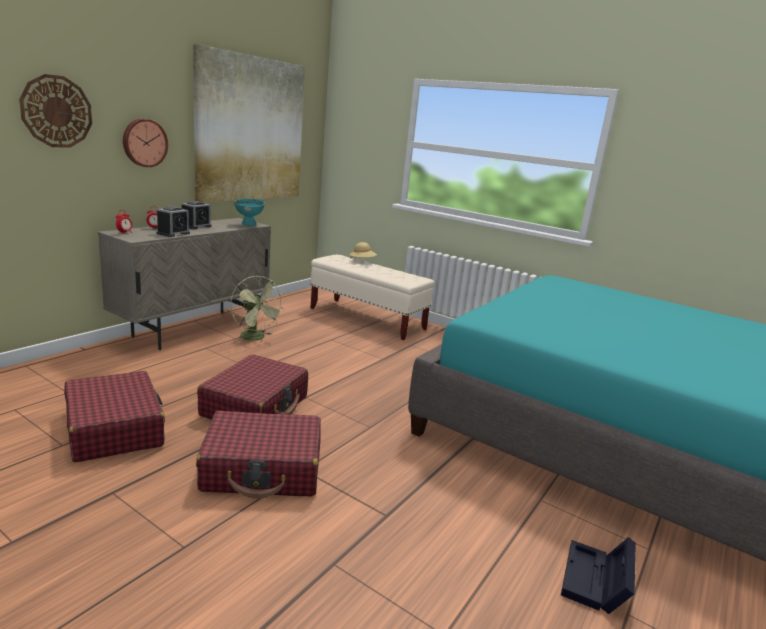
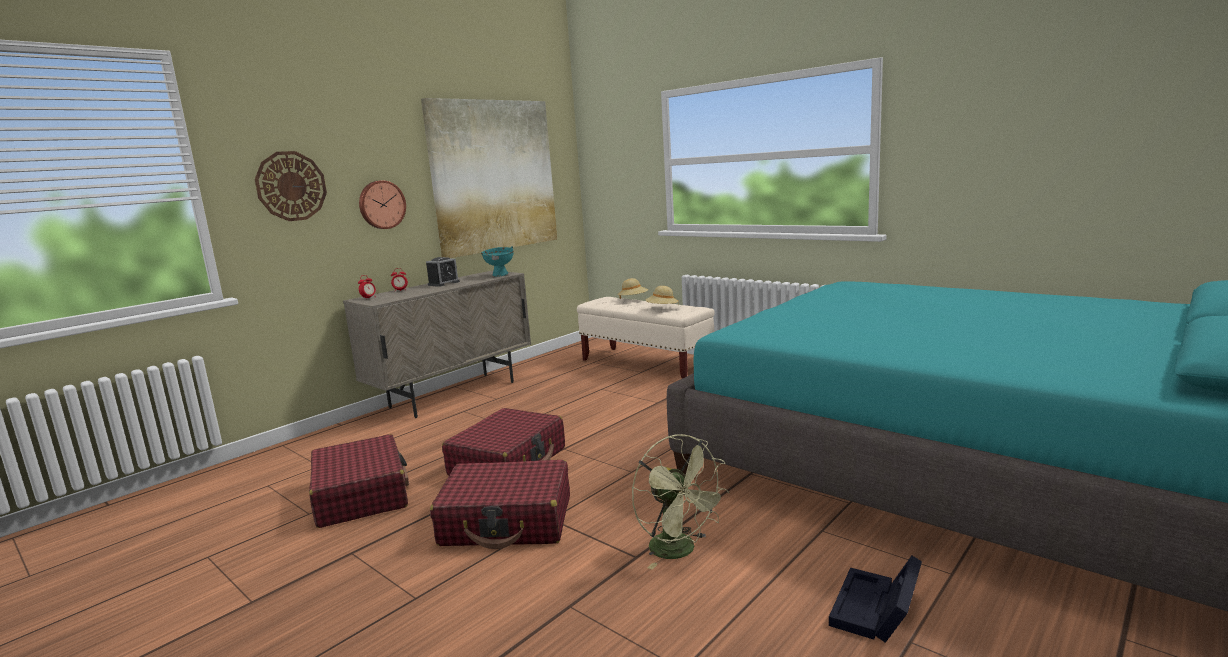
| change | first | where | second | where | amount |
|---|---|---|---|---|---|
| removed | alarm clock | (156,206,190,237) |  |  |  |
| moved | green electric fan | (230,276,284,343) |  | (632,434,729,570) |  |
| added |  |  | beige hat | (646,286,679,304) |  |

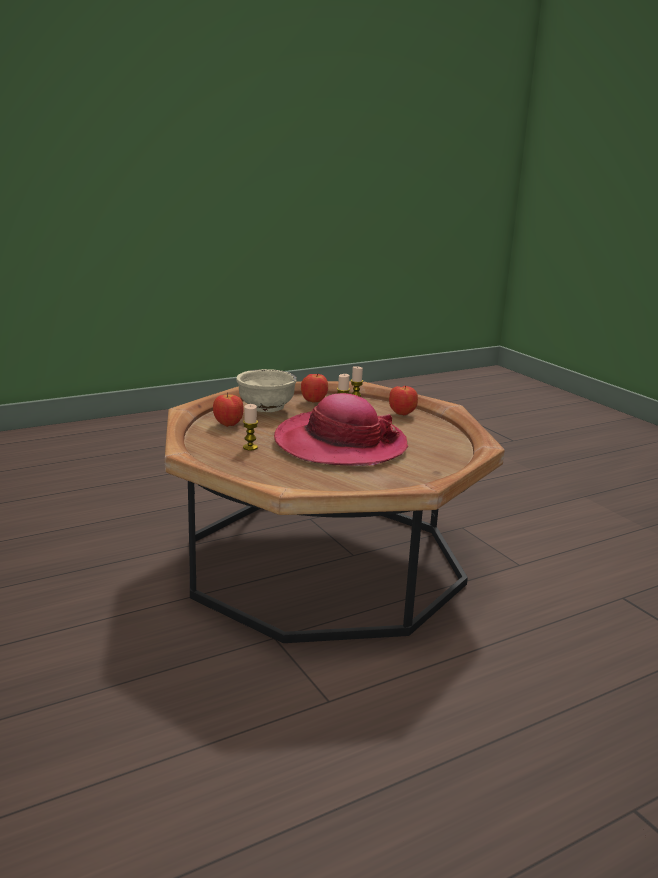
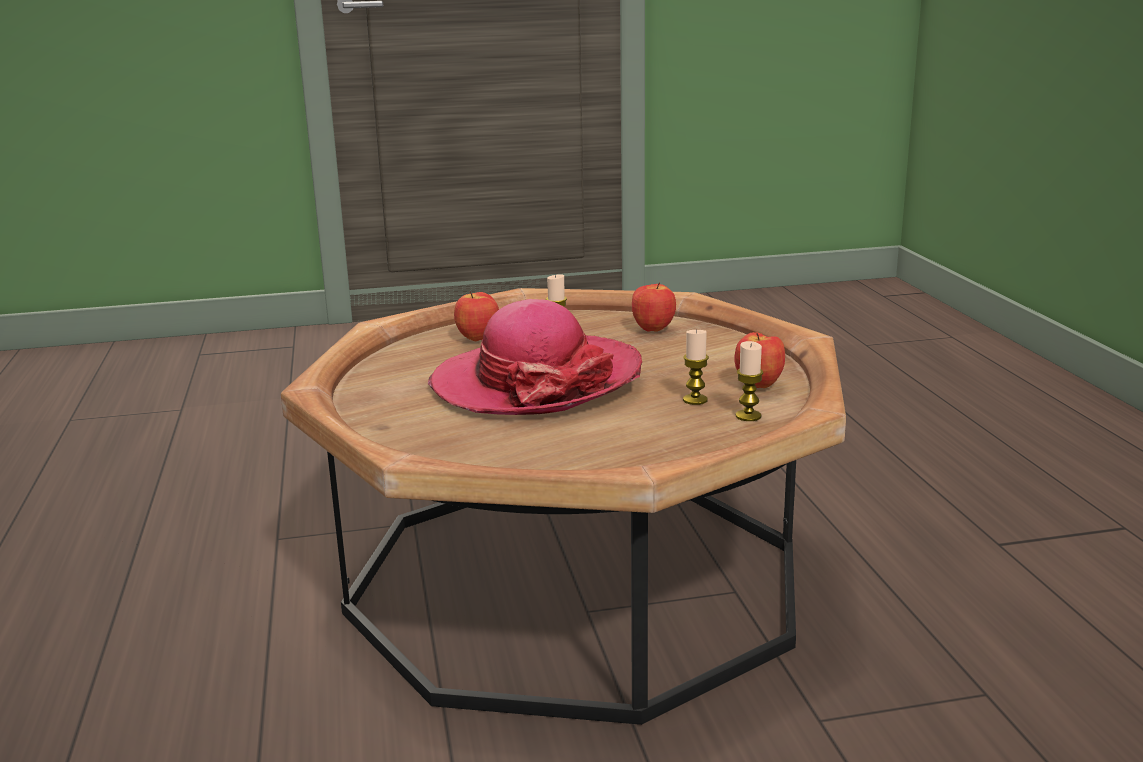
| change | first | where | second | where | amount |
|---|---|---|---|---|---|
| removed | beige bowl | (236,369,297,412) |  |  |  |
| moved | apple fruit | (389,386,418,415) |  | (454,291,499,341) |  |

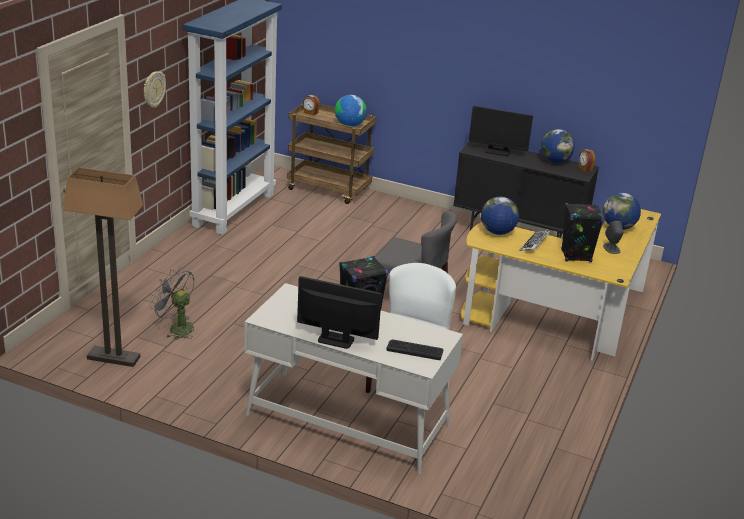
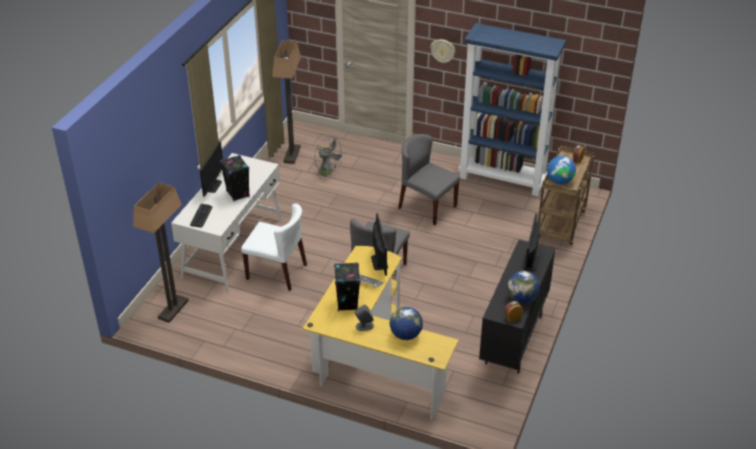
| change | first | where | second | where | amount |
|---|---|---|---|---|---|
| replaced | globe | (481,196,519,235) | computer display | (371,213,388,276) |  |
| turned | greyish electric fan | (150,267,194,340) |  | (314,137,343,179) | 105 degrees clockwise |
| added |  |  | greyish upright chair | (398,134,460,225) |  |
| added |  |  | standard lamp | (133,182,189,323) |  |

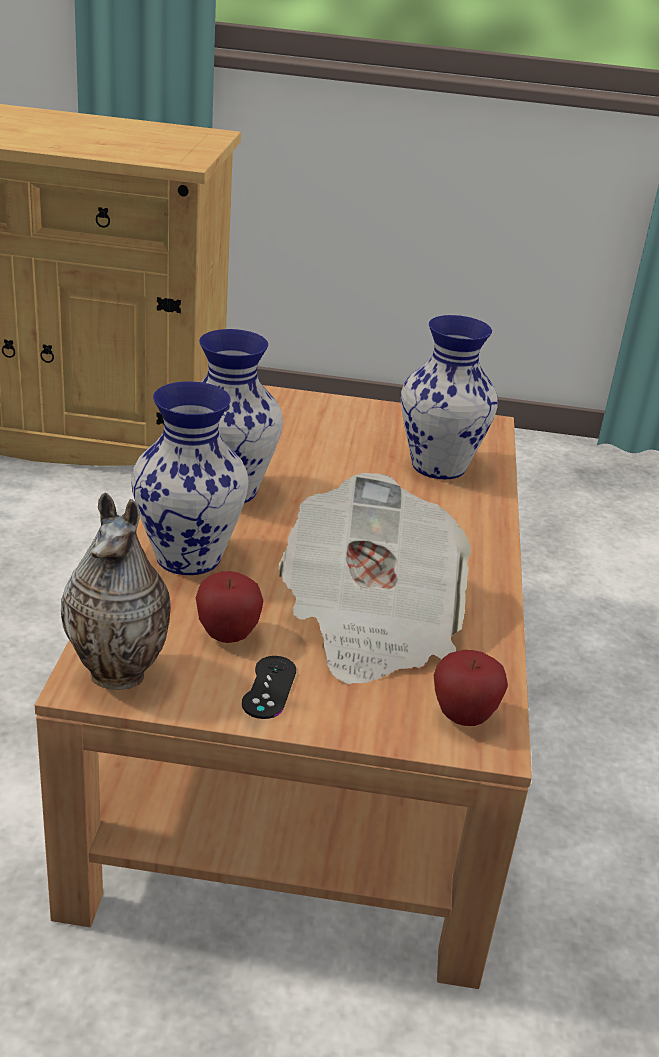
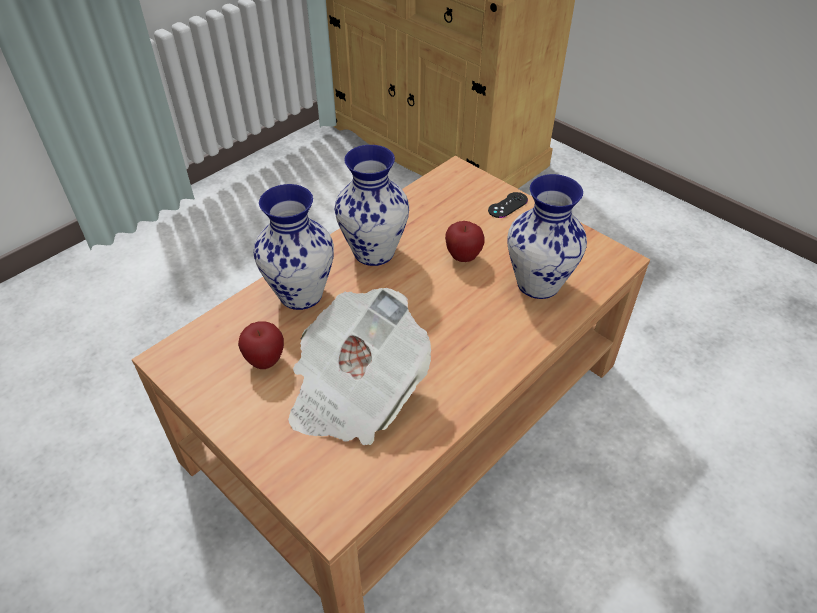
| change | first | where | second | where | amount |
|---|---|---|---|---|---|
| removed | vase | (61,493,171,690) |  |  |  |
| moved | apple fruit | (434,650,508,726) |  | (445,221,485,262) |  |
| moved | black-coloured game controller | (242,656,297,719) |  | (488,192,528,218) |  |

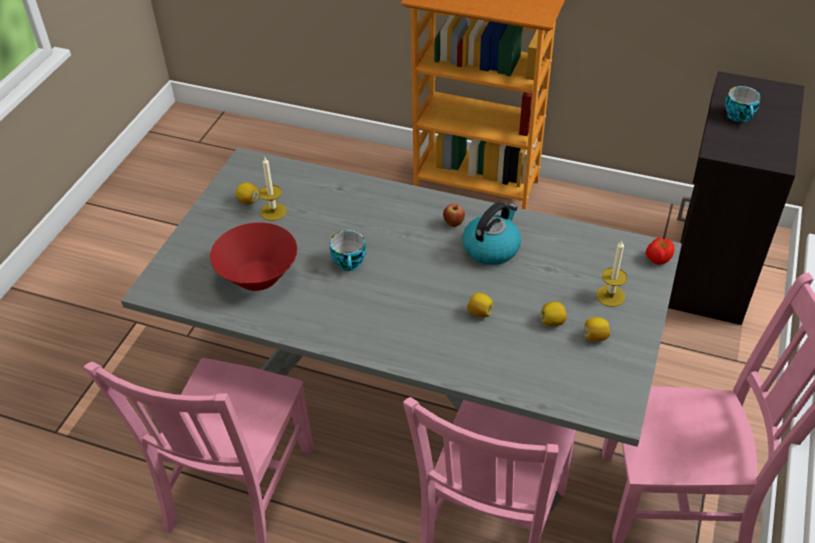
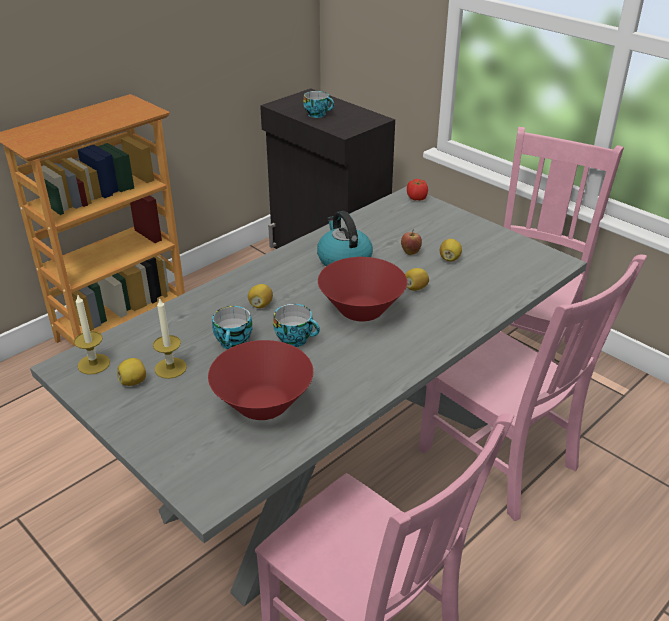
| change | first | where | second | where | amount |
|---|---|---|---|---|---|
| moved | apple fruit | (443,203,465,227) |  | (401,229,422,255) |  |
| moved | wax candle | (596,240,627,307) |  | (74,295,110,375) |  |
| moved | citrus fruit | (585,317,610,342) |  | (248,284,273,308) |  |
| added |  |  | red bowl | (318,257,407,322) |  |
| added |  |  | drinking cup | (212,306,252,349) |  |

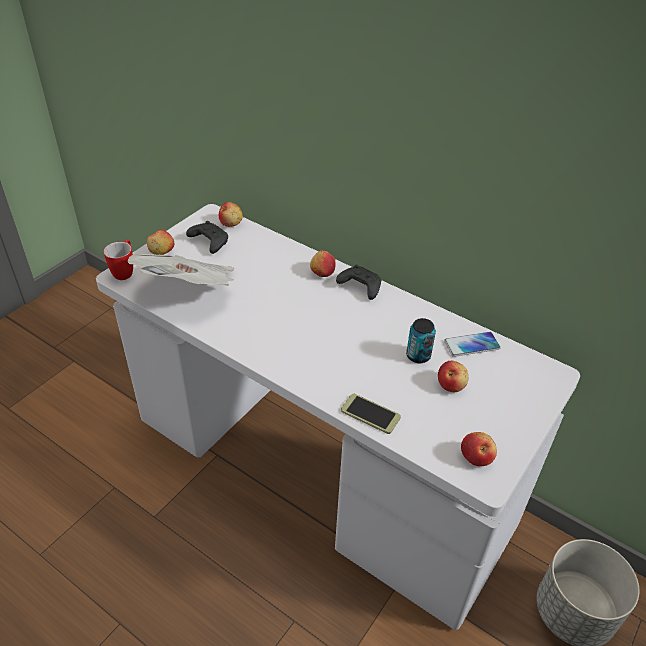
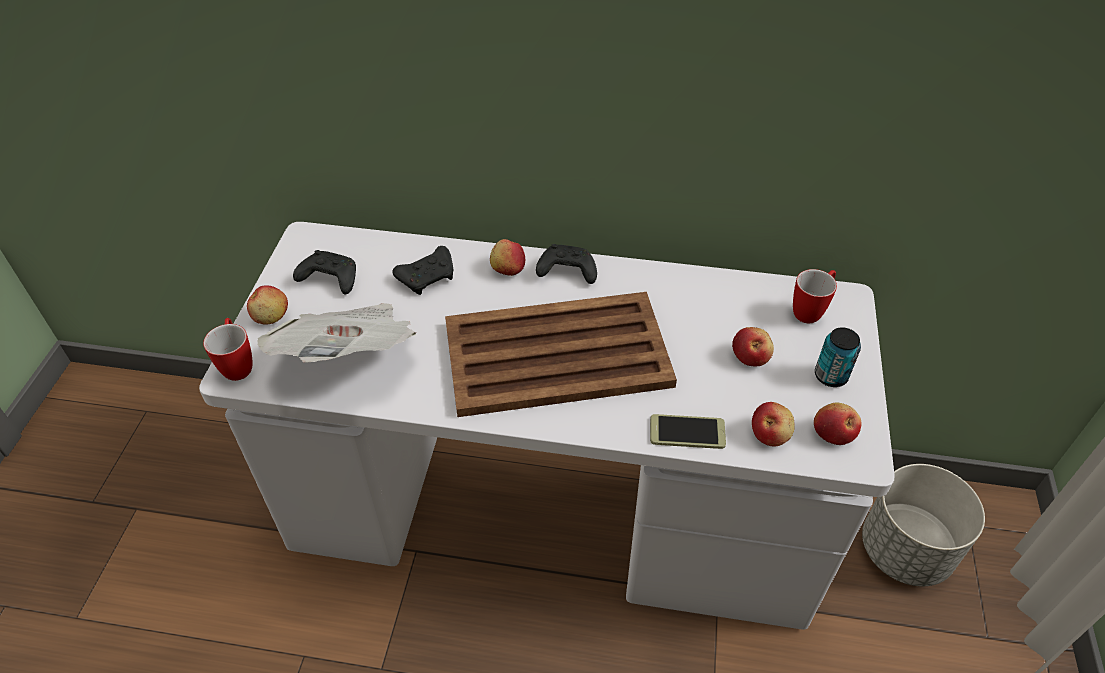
| change | first | where | second | where | amount |
|---|---|---|---|---|---|
| moved | apple fruit | (219,202,243,227) |  | (752,402,795,446) |  |
| moved | metal can | (406,318,436,363) |  | (815,327,861,387) |  |
| removed | handset | (444,332,501,357) |  |  |  |
| added |  |  | black-coloured game controller | (392,246,453,295) |  |
| added |  |  | coffee mug | (793,269,837,323) |  |
| added |  |  | brown tray | (445,292,677,417) |  |

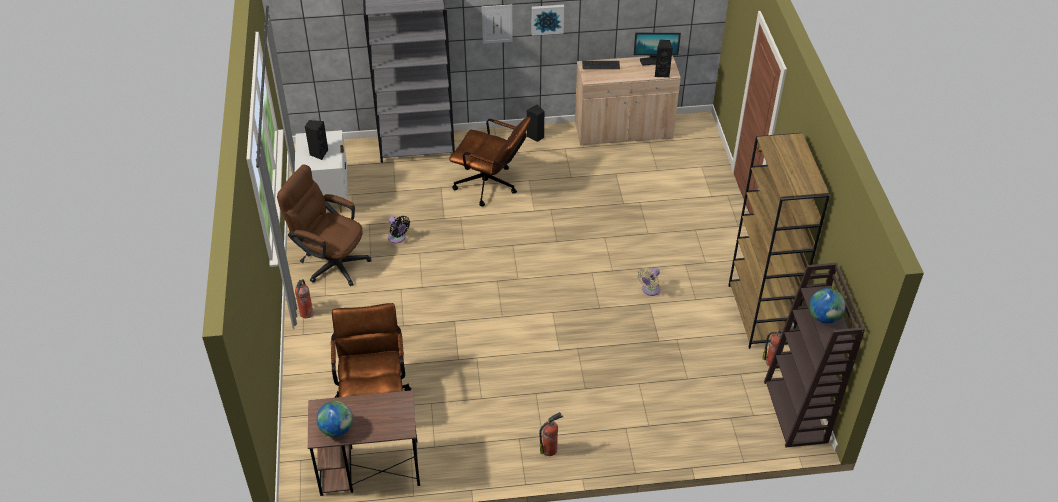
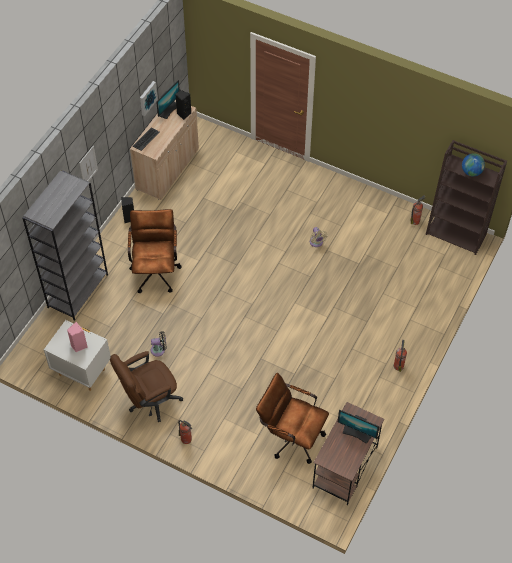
| change | first | where | second | where | amount |
|---|---|---|---|---|---|
| moved | wall picture | (532,4,564,36) |  | (140,81,158,116) |  |
| turned | brown office chair | (449,117,531,206) |  | (128,209,182,293) | 60 degrees counterclockwise |
| recoloured | black-coloured speaker | (305,120,328,160) | pink-coloured speaker | (67,322,88,352) |  |
| removed | brown bookshelf | (728,133,830,349) |  |  |  |
| removed | globe | (317,401,353,437) |  |  |  |
| added |  |  | computer display | (338,410,379,444) |  |

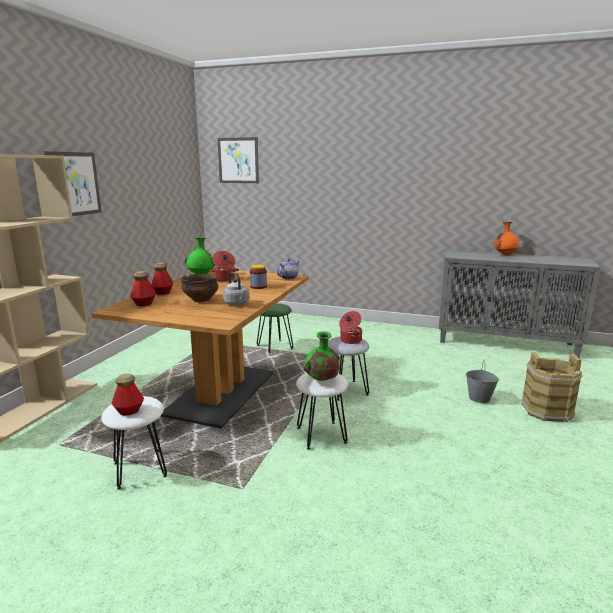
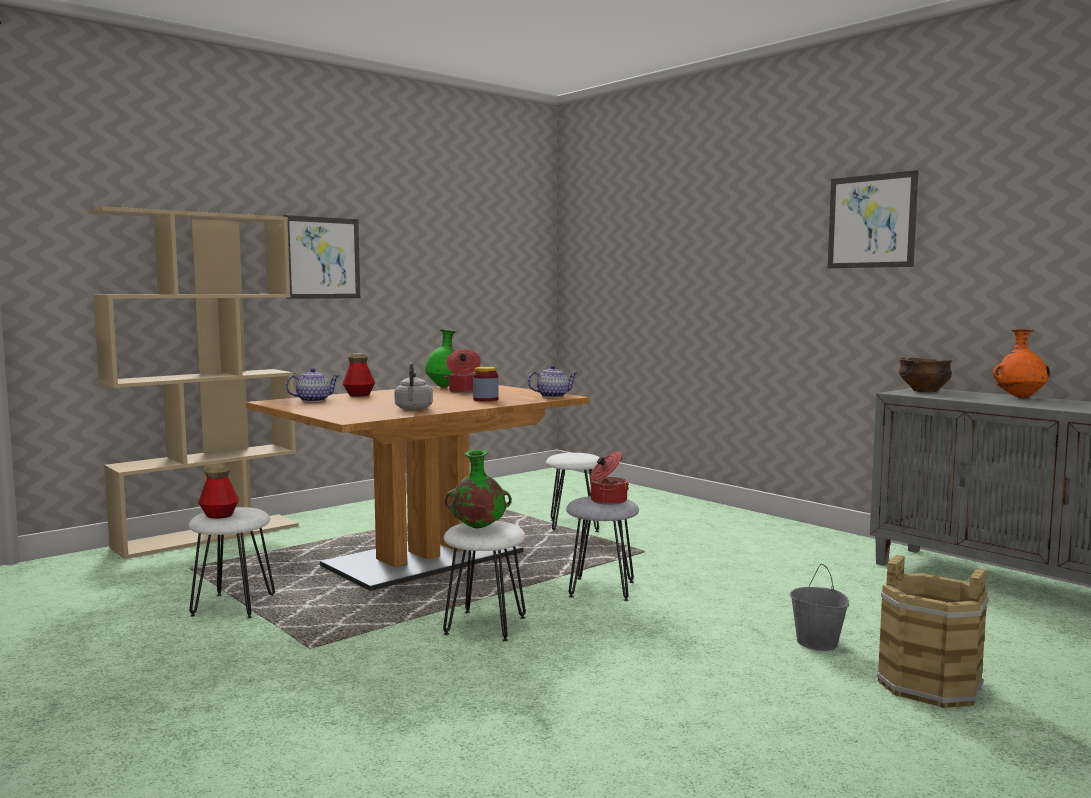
| change | first | where | second | where | amount |
|---|---|---|---|---|---|
| moved | wall picture | (217,137,259,183) |  | (828,170,919,268) |  |
| replaced | beverage bottle | (130,271,156,306) | teapot | (286,368,339,402) |  |
| moved | bowl | (181,274,219,302) |  | (899,358,952,392) |  |
| recoloured | green sitting stool | (257,303,293,353) | white-coloured sitting stool | (546,453,600,532) |  |

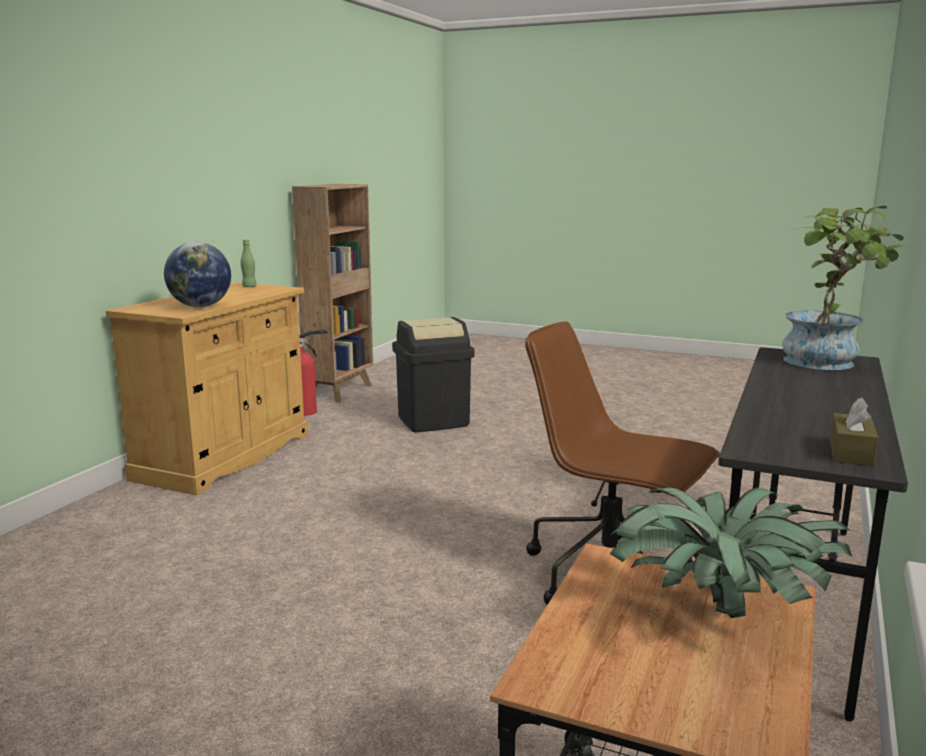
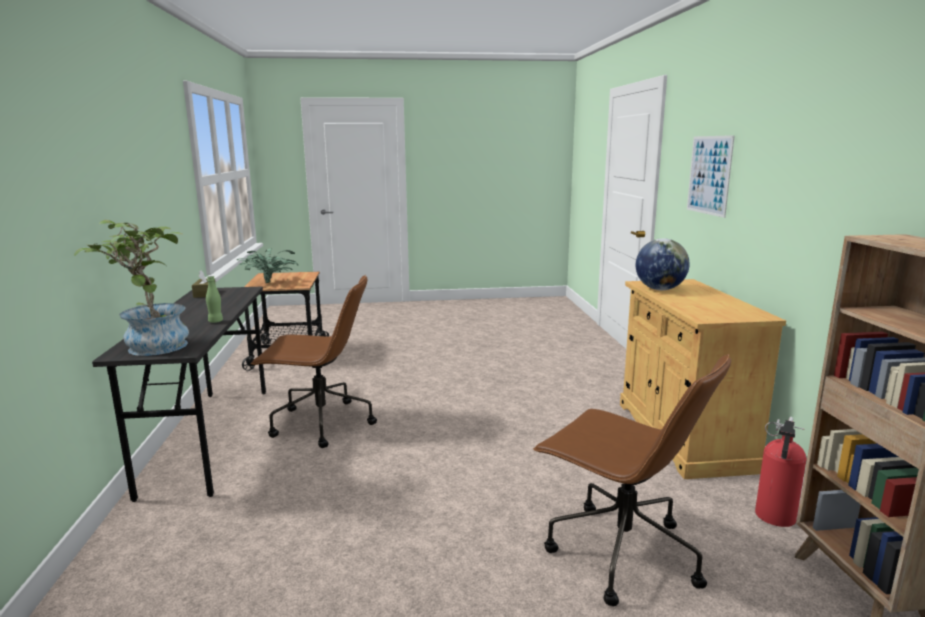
| change | first | where | second | where | amount |
|---|---|---|---|---|---|
| moved | green beverage bottle | (240,240,257,287) |  | (206,276,223,323) |  |
| replaced | black-coloured rubbish bin | (392,317,475,432) | brown office chair | (533,354,731,606) |  |
| added |  |  | wall picture | (687,135,735,218) |  |

